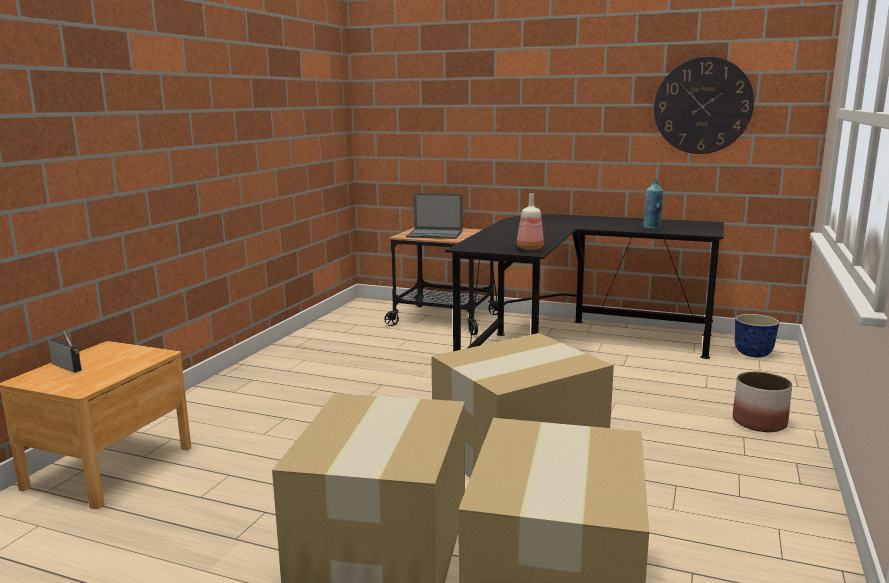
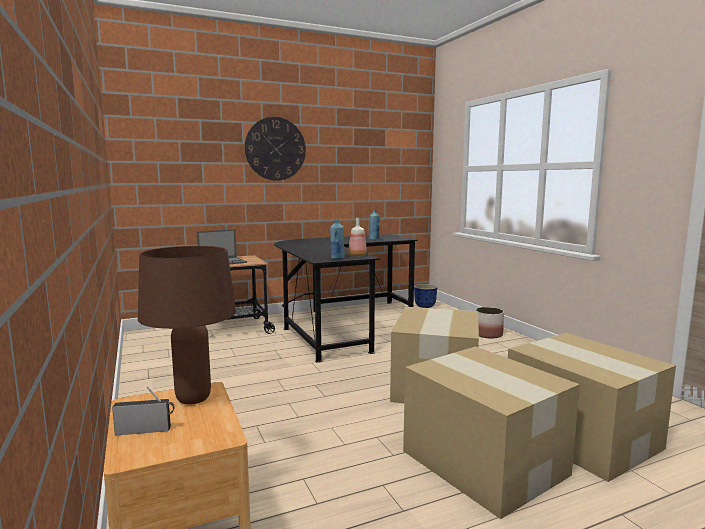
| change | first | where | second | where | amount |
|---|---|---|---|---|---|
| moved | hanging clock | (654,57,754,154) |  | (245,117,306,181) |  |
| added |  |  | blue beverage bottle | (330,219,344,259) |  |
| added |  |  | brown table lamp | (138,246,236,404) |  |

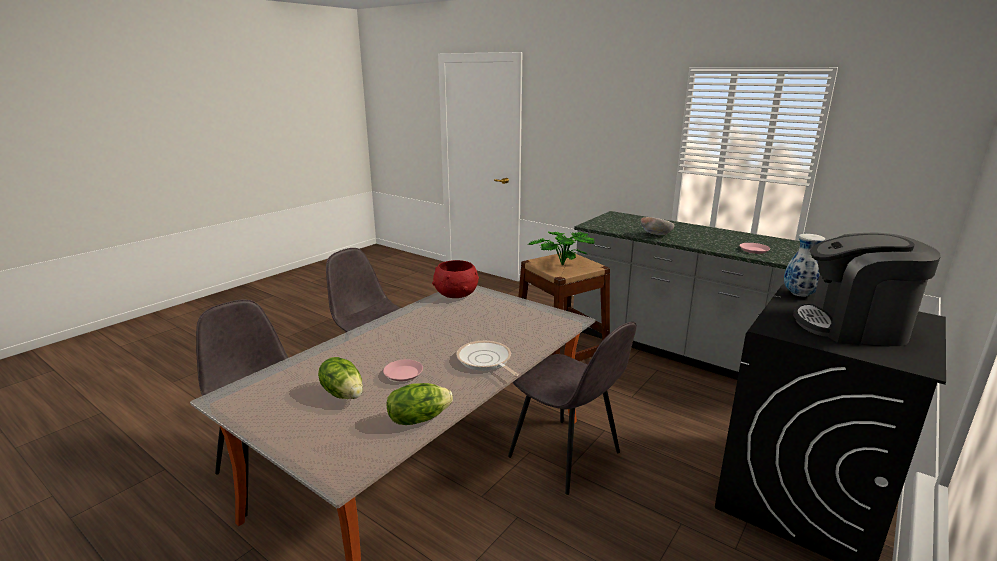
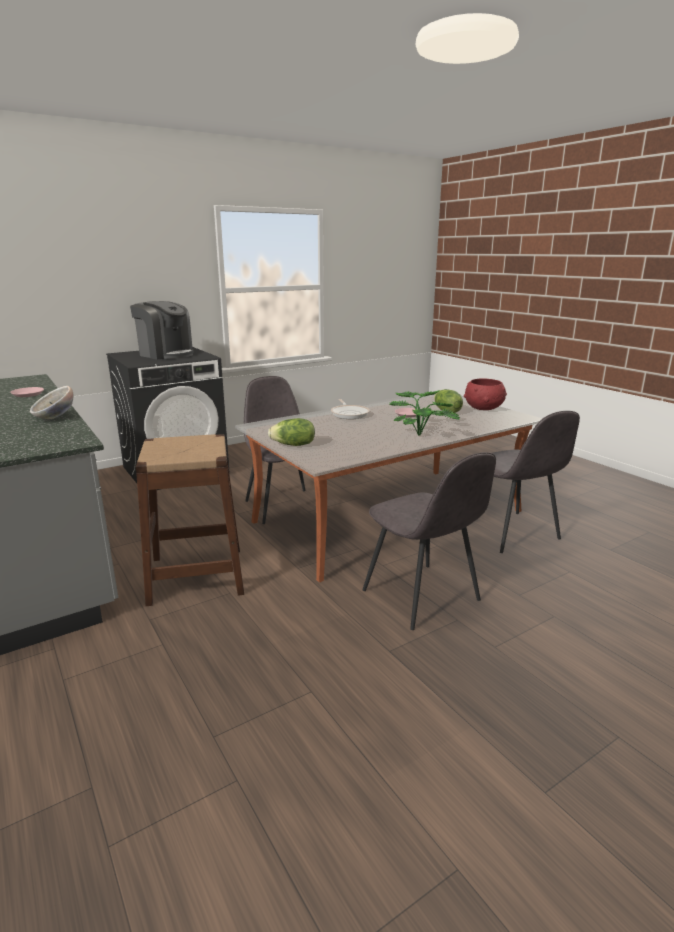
| change | first | where | second | where | amount |
|---|---|---|---|---|---|
| moved | plant in a pot | (528,232,595,265) |  | (390,390,460,436) |  |
| removed | vase | (784,234,825,297) |  |  |  |
| moved | red bowl | (432,260,479,298) |  | (464,379,507,410) |  |
| moved | lettuce | (386,383,453,425) |  | (268,418,315,446) |  |

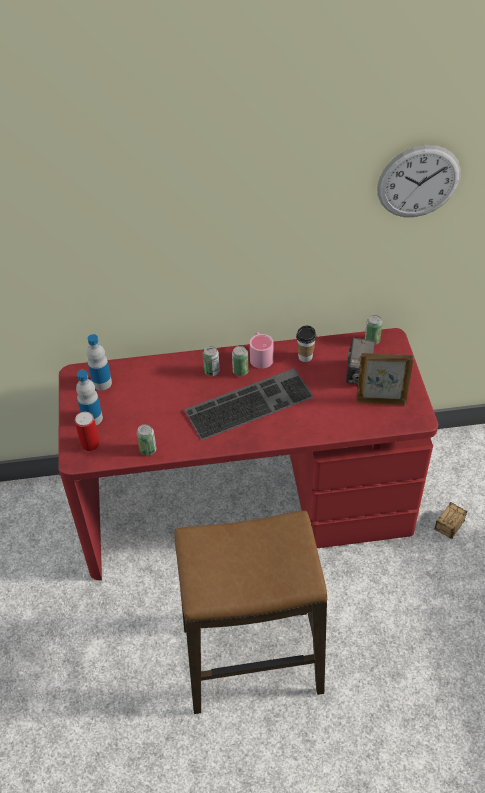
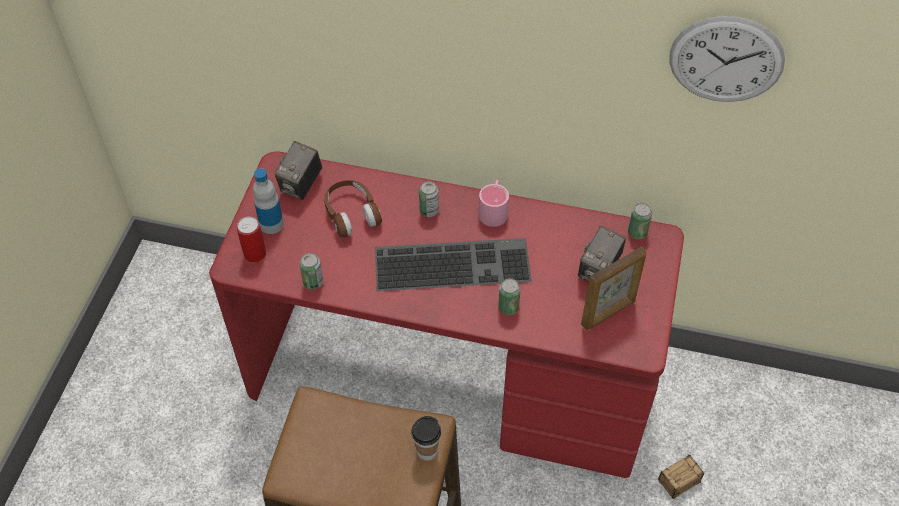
| change | first | where | second | where | amount |
|---|---|---|---|---|---|
| moved | drinking cup | (296,326,316,362) |  | (411,416,441,461) |  |
| replaced | beverage bottle | (87,334,112,390) | still camera | (275,141,322,200) |  |
| moved | metal can | (232,346,249,376) |  | (498,278,521,315) |  |
| turned | photo frame | (357,353,413,405) |  | (581,247,647,330) | 120 degrees clockwise |
| added |  |  | brown pair of headphones | (324,180,382,237) |  |

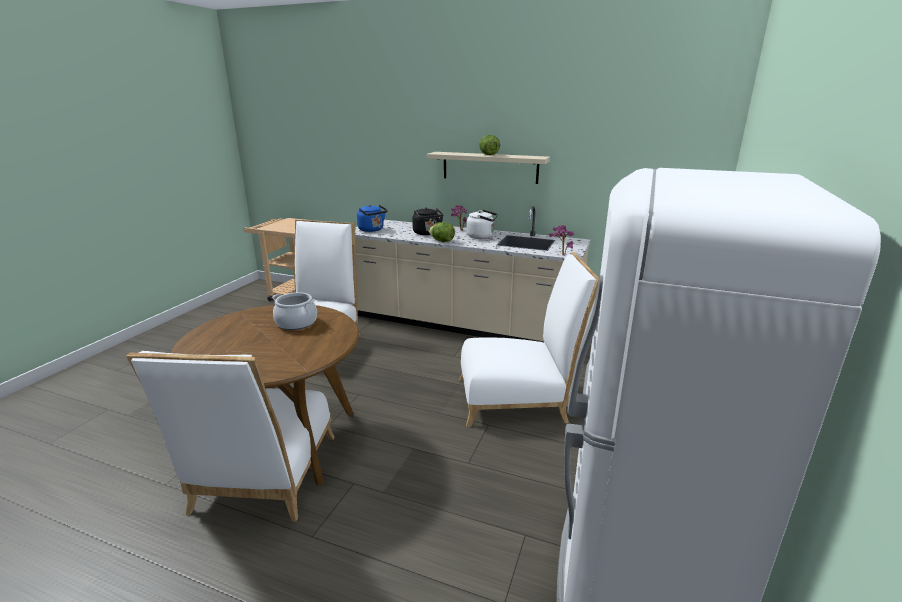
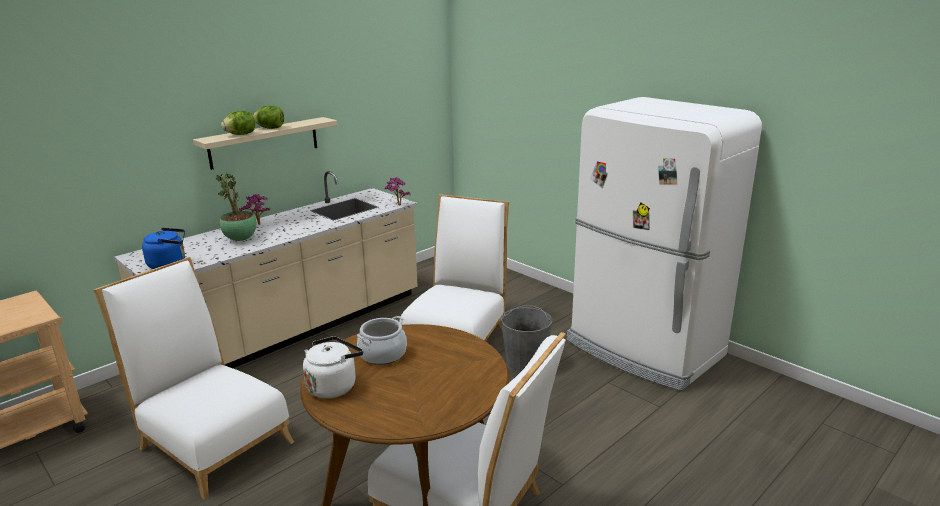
| change | first | where | second | where | amount |
|---|---|---|---|---|---|
| replaced | black-coloured water kettle | (412,207,443,235) | plant in a pot | (216,173,257,241) |  |
| moved | white-coloured water kettle | (466,210,498,239) |  | (303,336,363,398) |  |
| moved | lettuce | (429,222,455,242) |  | (221,111,255,135) |  |
| added |  |  | greyish bucket | (501,305,553,374) |  |

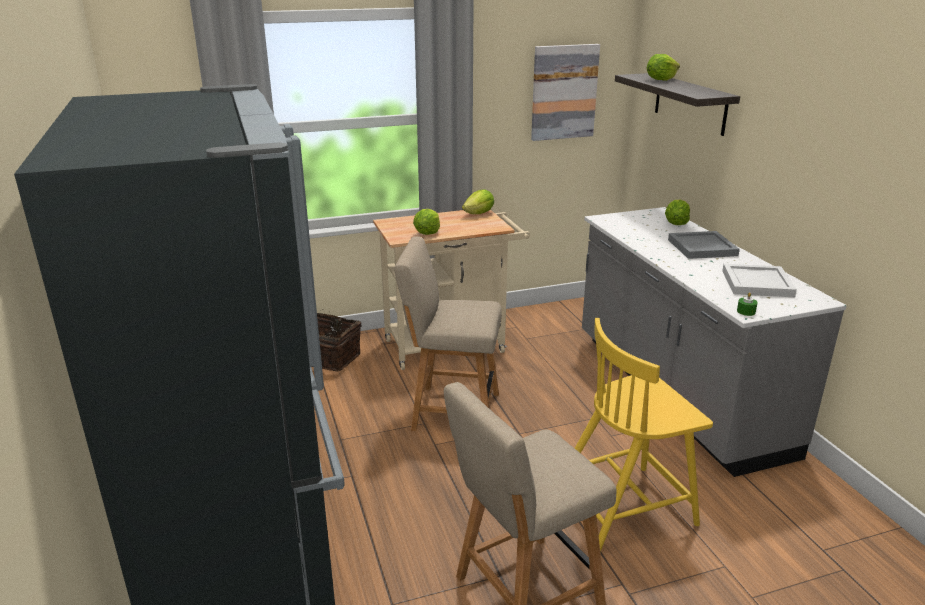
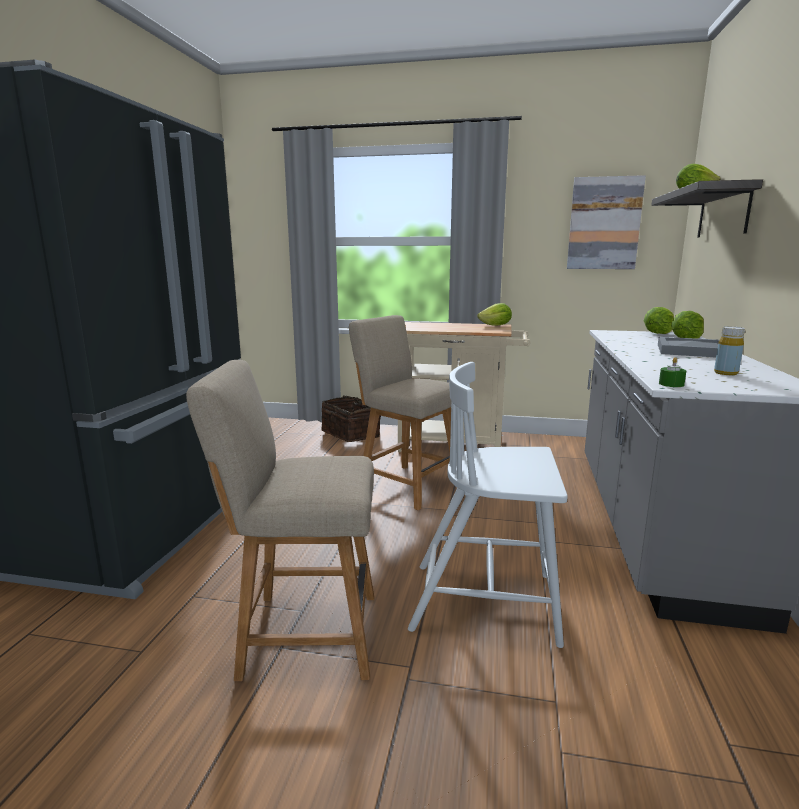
| change | first | where | second | where | amount |
|---|---|---|---|---|---|
| moved | lettuce | (413,209,440,235) |  | (644,307,674,334) |  |
| replaced | white-coloured tray | (722,264,797,297) | yellowish beverage bottle | (714,326,745,375) |  |
| recoloured | yellowish upright chair | (575,318,713,552) | white-coloured upright chair | (408,362,568,648) |  |

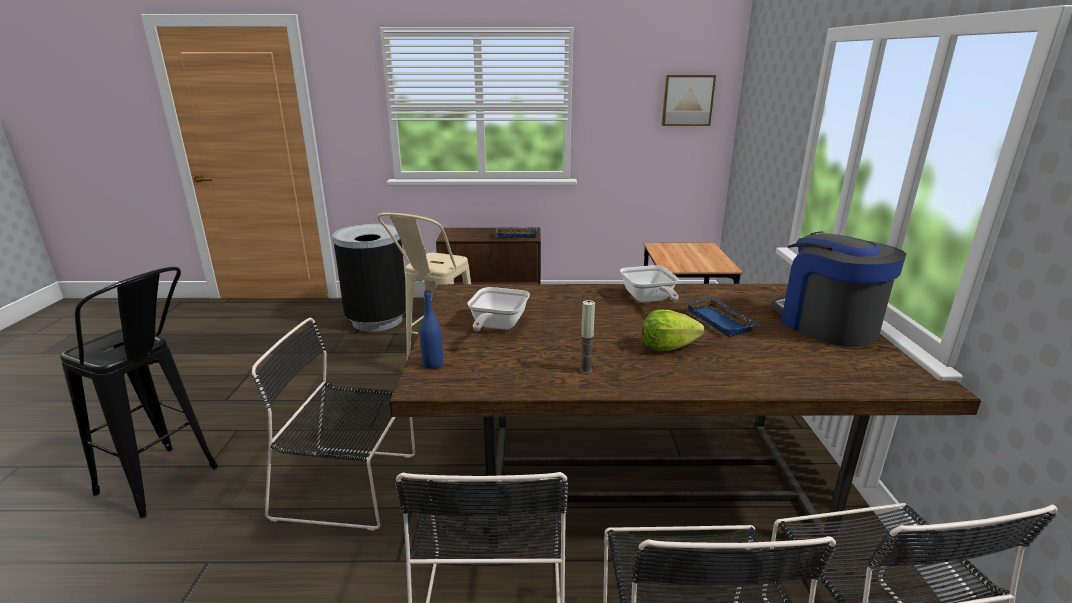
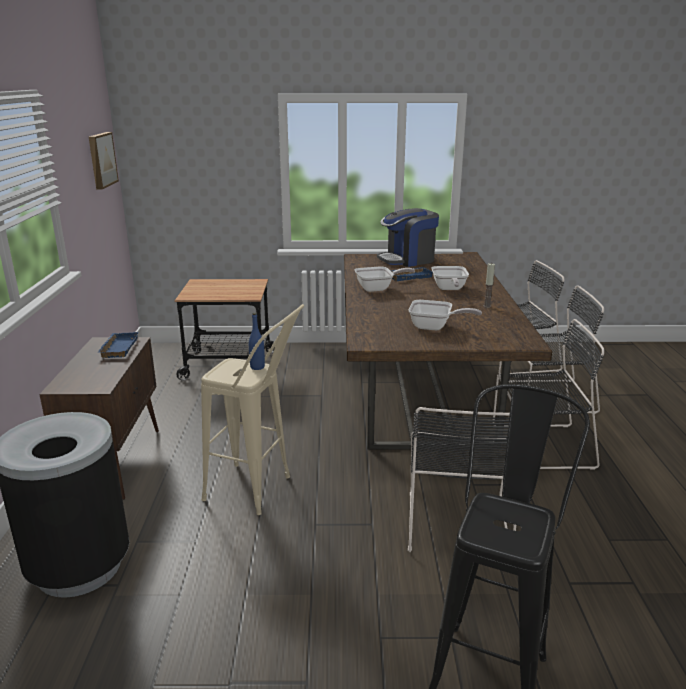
| change | first | where | second | where | amount |
|---|---|---|---|---|---|
| moved | blue beverage bottle | (420,289,443,369) |  | (249,313,265,370) |  |
| replaced | lettuce | (642,310,704,351) | frying pan | (431,266,469,290) |  |

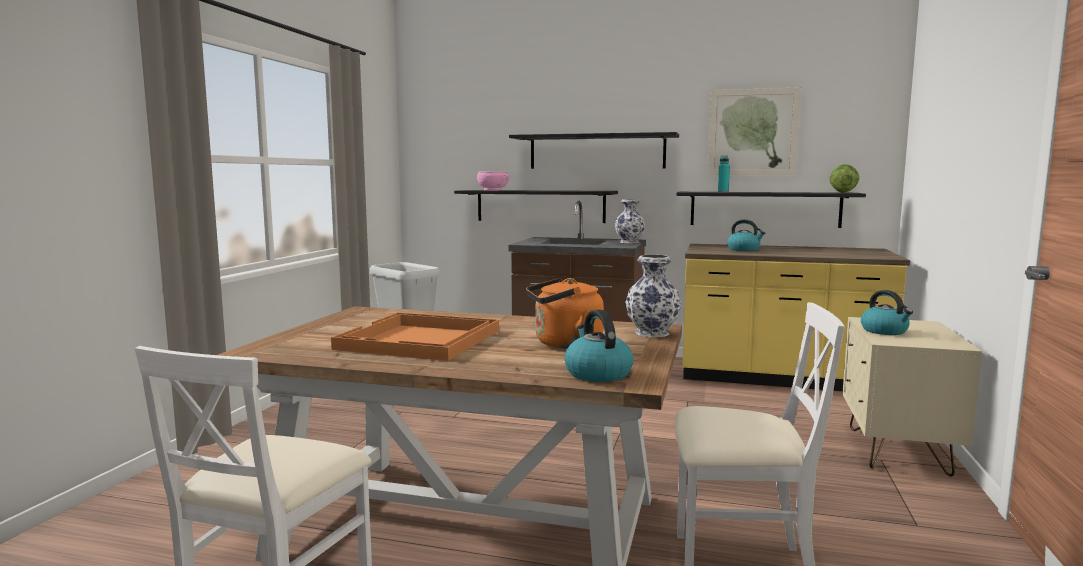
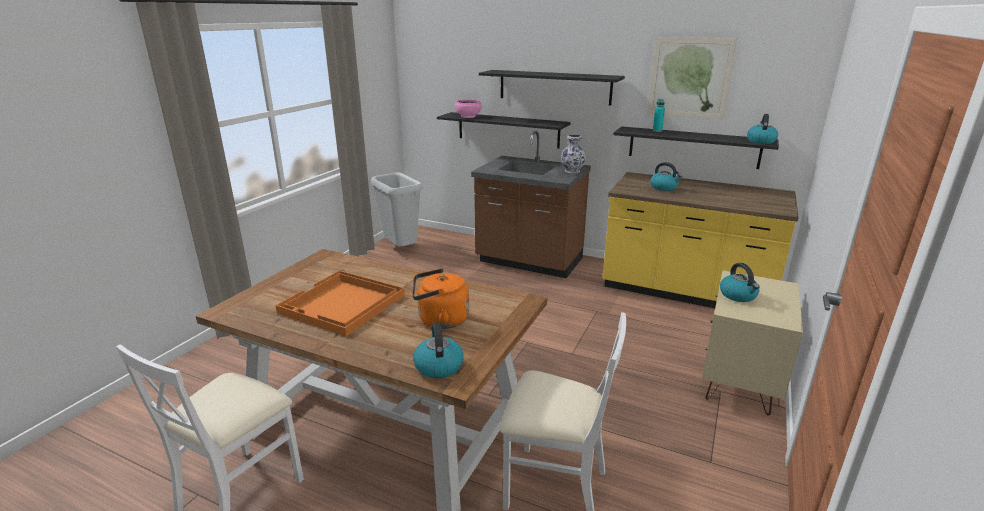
| change | first | where | second | where | amount |
|---|---|---|---|---|---|
| replaced | lettuce | (830,164,859,193) | water kettle | (747,114,778,144) |  |
| removed | vase | (626,255,681,338) |  |  |  |

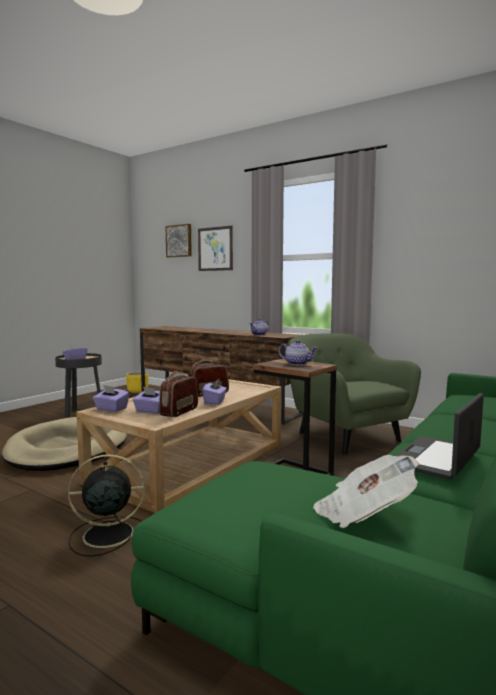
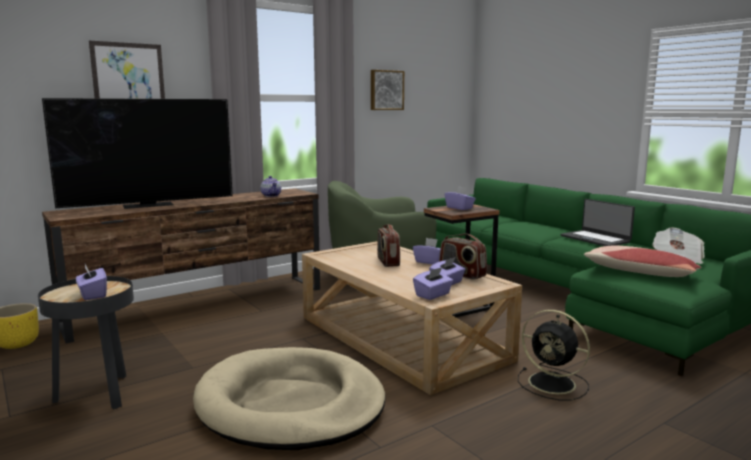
| change | first | where | second | where | amount |
|---|---|---|---|---|---|
| moved | wall picture | (165,224,192,257) |  | (371,70,404,110) |  |
| replaced | teapot | (278,340,318,365) | purple tissue box | (444,186,476,210) |  |
| turned | black-coloured electric fan | (68,454,144,557) |  | (518,310,590,401) | 60 degrees counterclockwise |
| added |  |  | television | (42,98,233,209) |  |
| added |  |  | cushion | (584,245,701,277) |  |

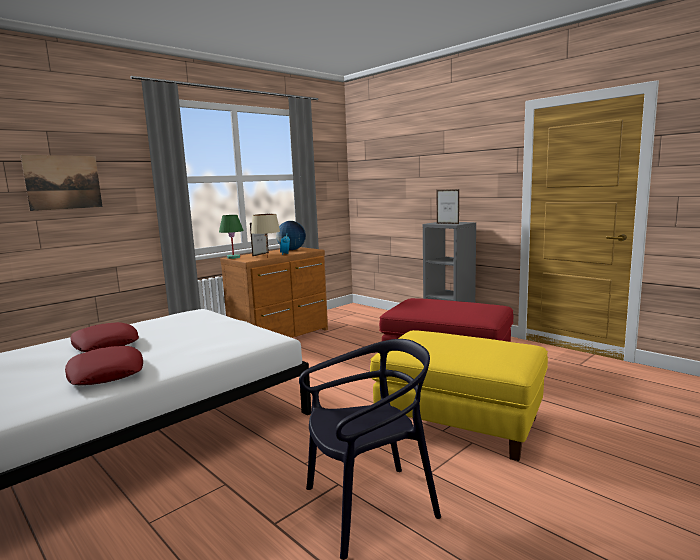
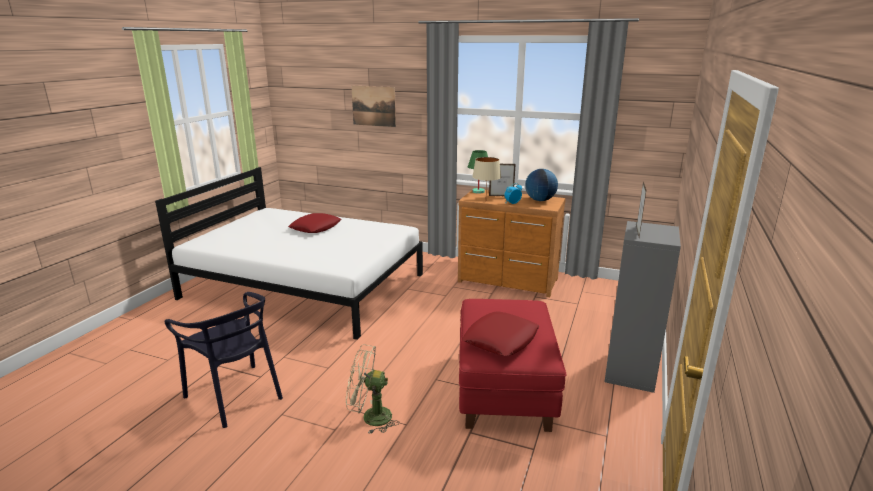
| change | first | where | second | where | amount |
|---|---|---|---|---|---|
| replaced | yellowish pouffe | (370,330,548,461) | beige electric fan | (346,344,400,434) |  |
| moved | red cushion | (65,346,143,385) |  | (462,311,539,356) |  |

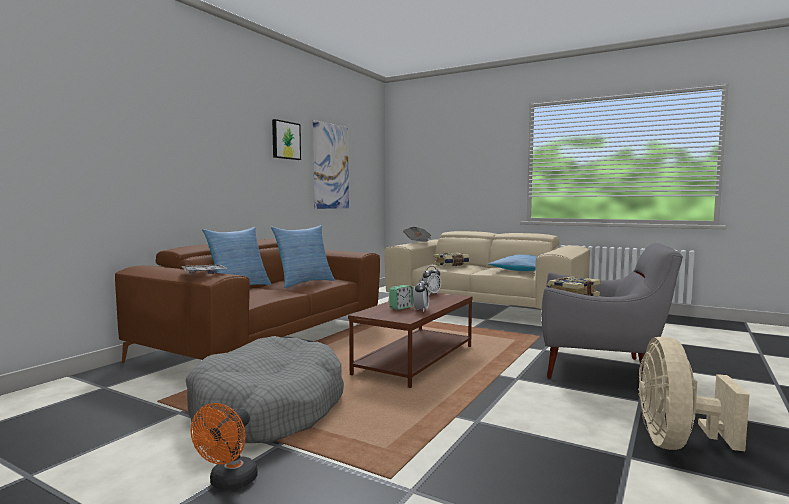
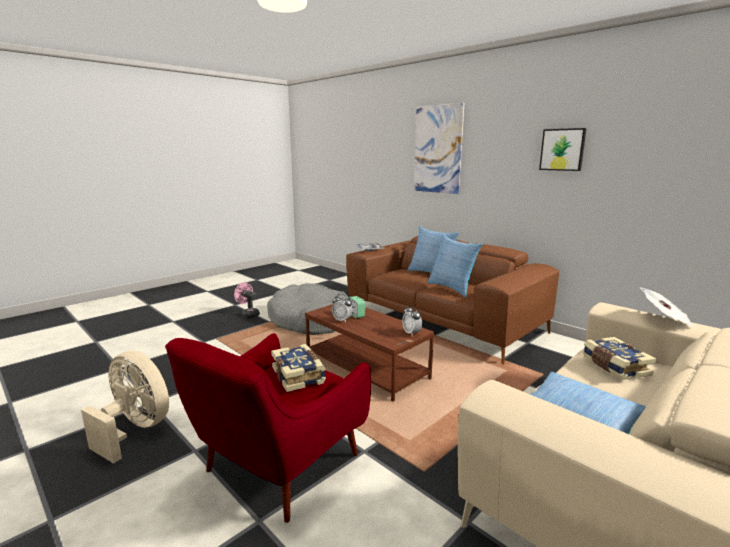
| change | first | where | second | where | amount |
|---|---|---|---|---|---|
| moved | wall picture | (313,120,349,209) |  | (414,103,464,194) |  |
| recoloured | greyish armchair | (541,243,683,379) | red armchair | (165,333,371,523) |  |
| recoloured | orange electric fan | (191,403,258,490) | pink-coloured electric fan | (234,282,260,318) |  |

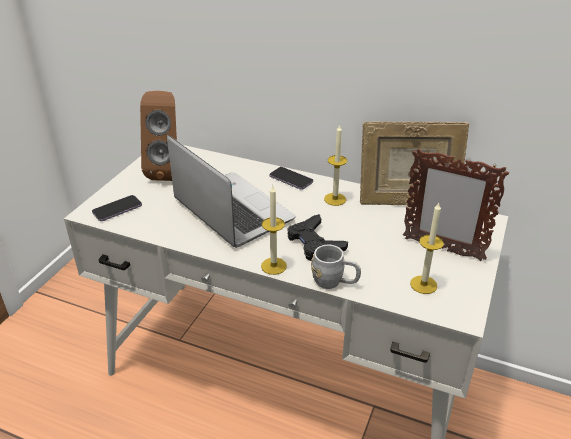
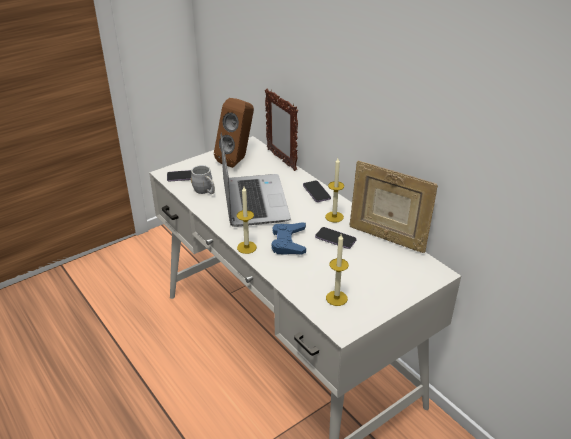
| change | first | where | second | where | amount |
|---|---|---|---|---|---|
| moved | photo frame | (403,148,509,261) |  | (265,88,298,171) |  |
| recoloured | black-coloured game controller | (288,214,348,261) | blue game controller | (271,223,306,255) |  |
| moved | greyish coffee mug | (311,245,361,289) |  | (191,165,215,194) |  |
| added |  |  | handset | (315,227,356,249) |  |

